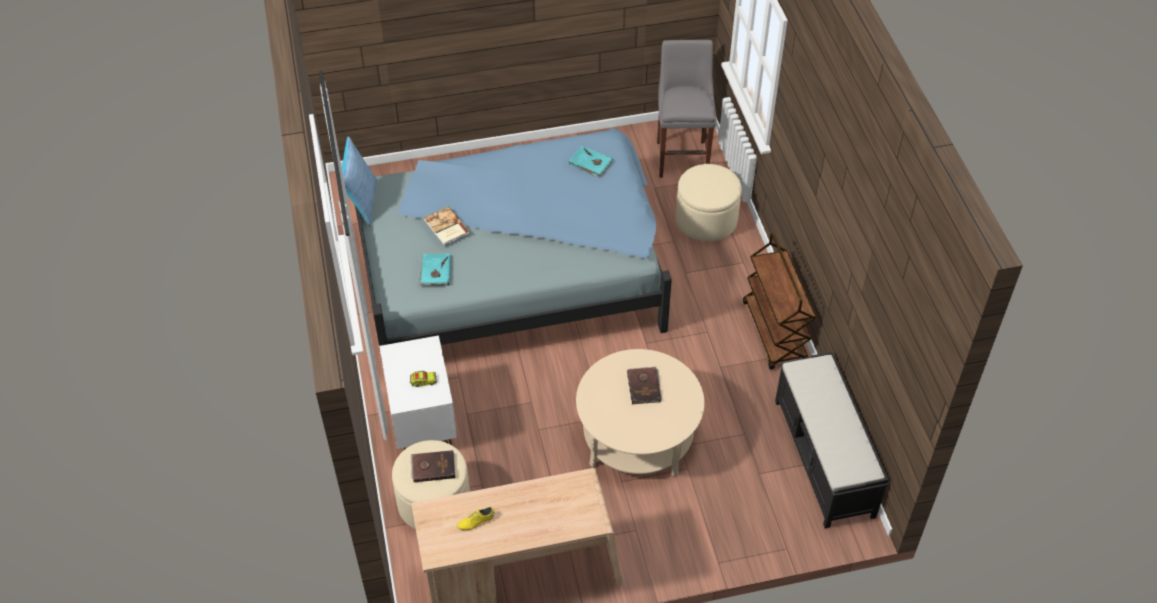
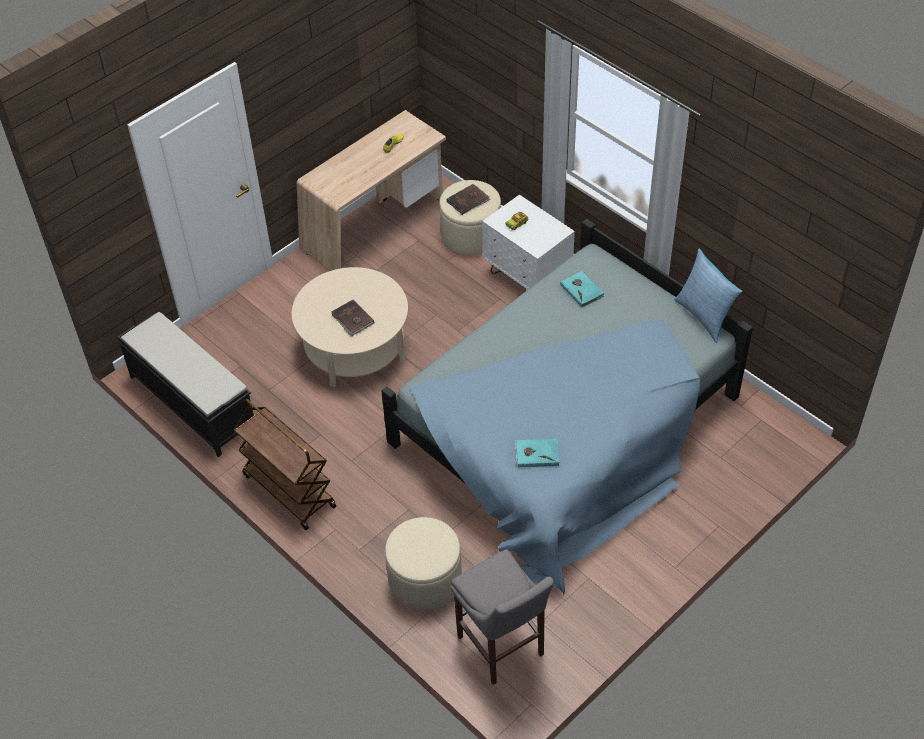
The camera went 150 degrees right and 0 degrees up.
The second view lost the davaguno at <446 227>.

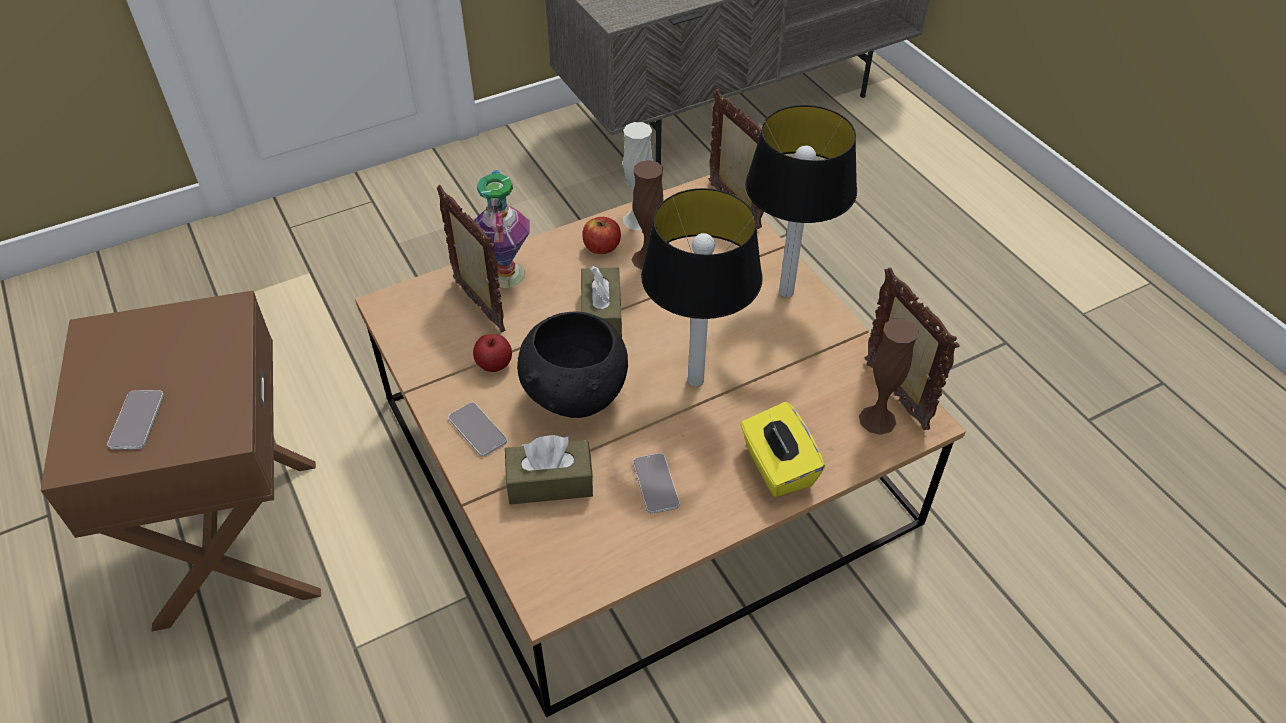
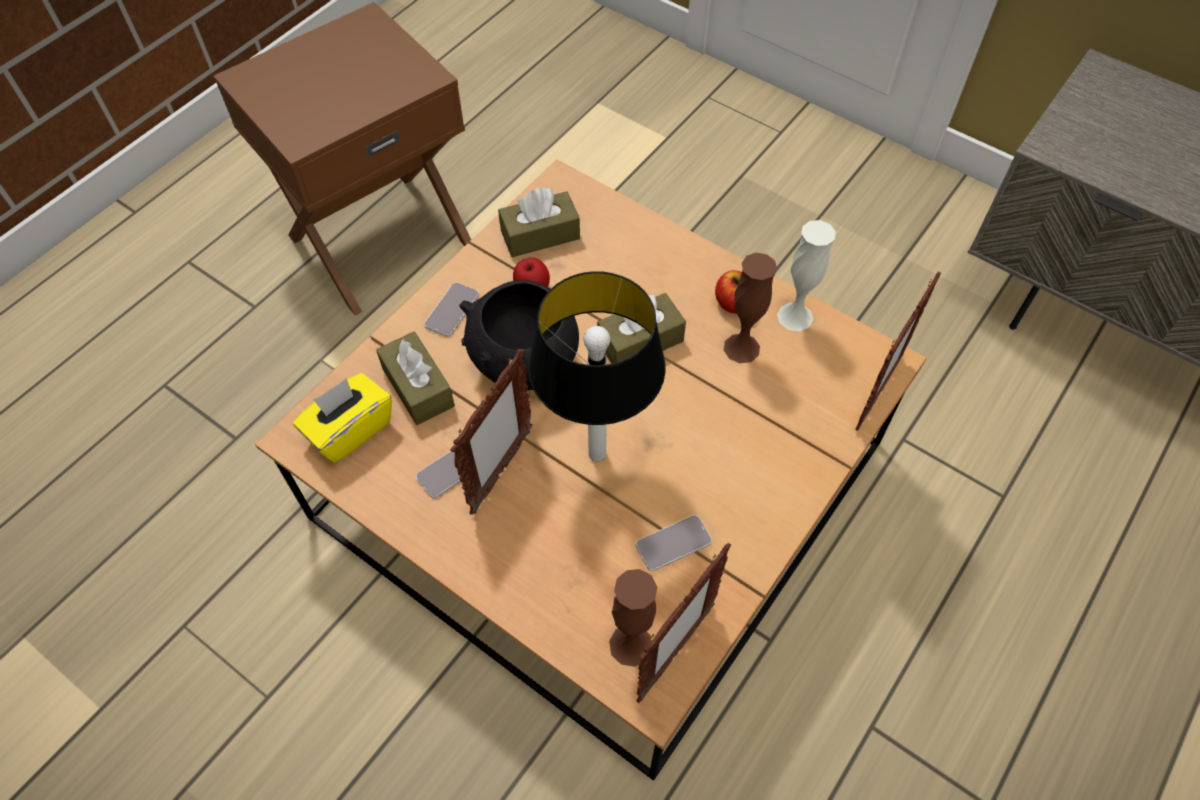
The camera went 65 degrees right and 10 degrees up.
The second view lost the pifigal at <787 292>.
The second view lost the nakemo at <505 274>.
The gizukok ended up elsewhere, having gone from <479 307> to <501 471>.
The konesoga ended up elsewhere, having gone from <137 420> to <673 543>.
The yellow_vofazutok ended up elsewhere, having gone from <777 467> to <350 430>.
The second view gained the brown_vofazutok at <540 235>.

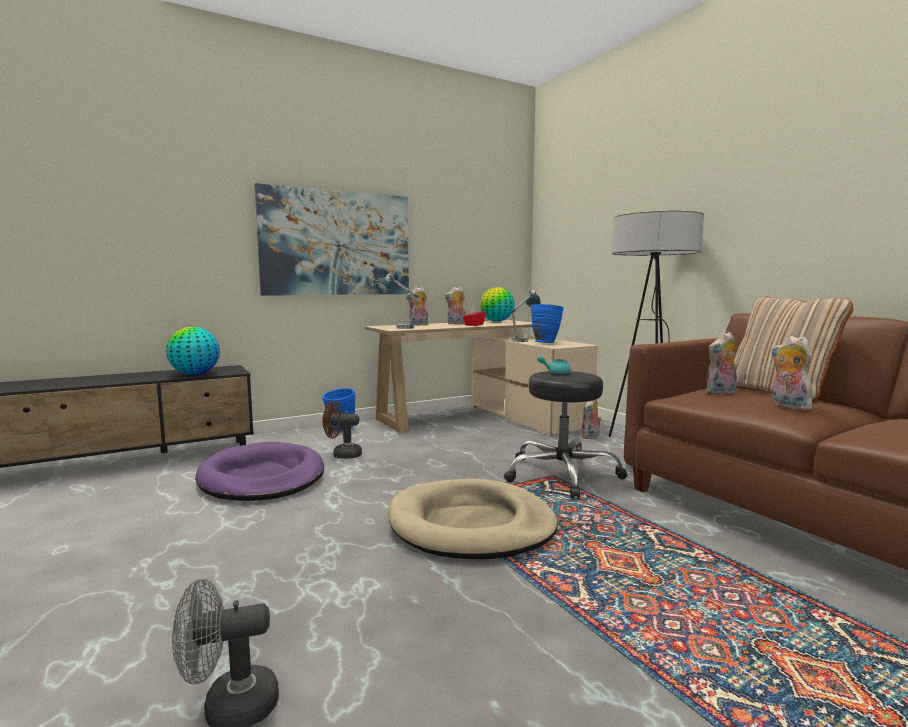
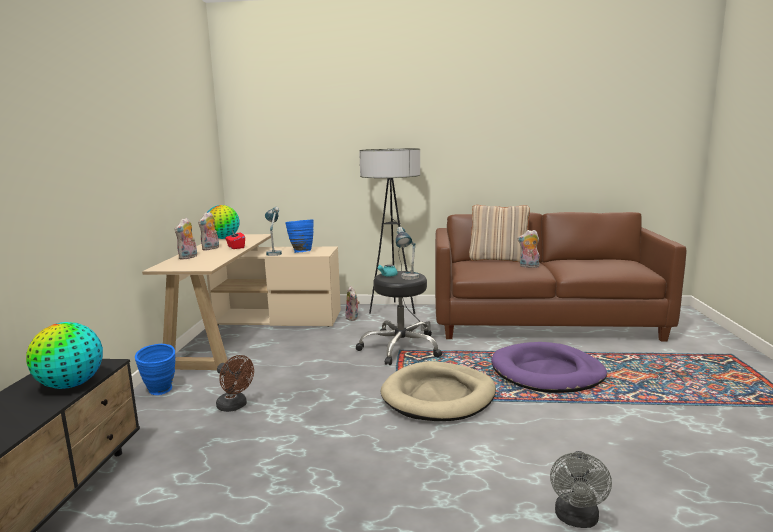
The camera went 55 degrees left and 5 degrees up.
The second view lost the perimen at <337 243>.
The pifigal ended up elsewhere, having gone from <397 328> to <408 279>.
The second view lost the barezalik at <721 393>.
The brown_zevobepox at <342 455> ended up facing another way, 90 degrees counterclockwise from before.
The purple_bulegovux ended up elsewhere, having gone from <262 478> to <547 372>.

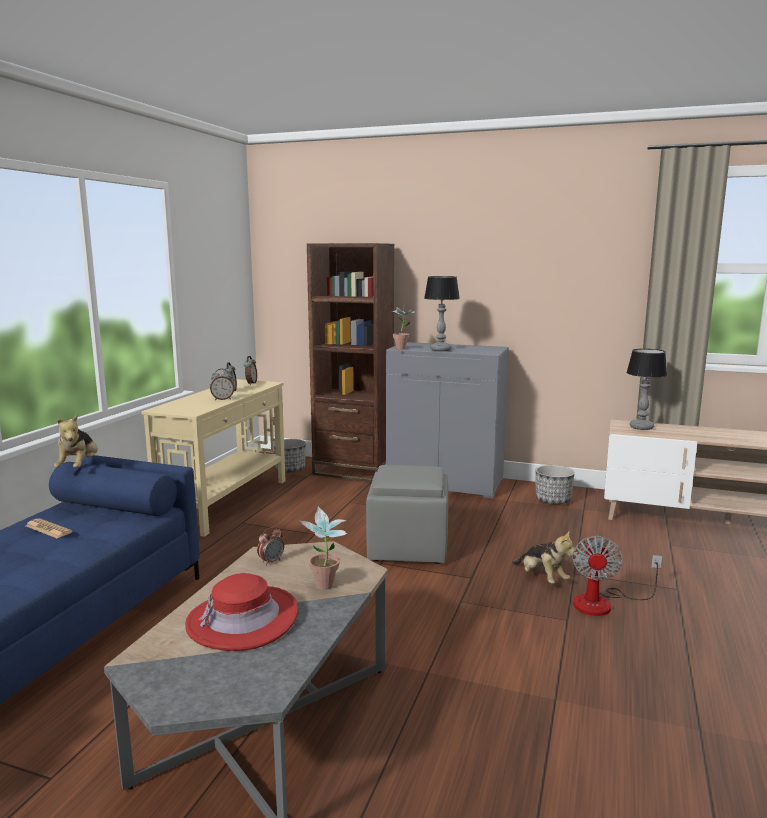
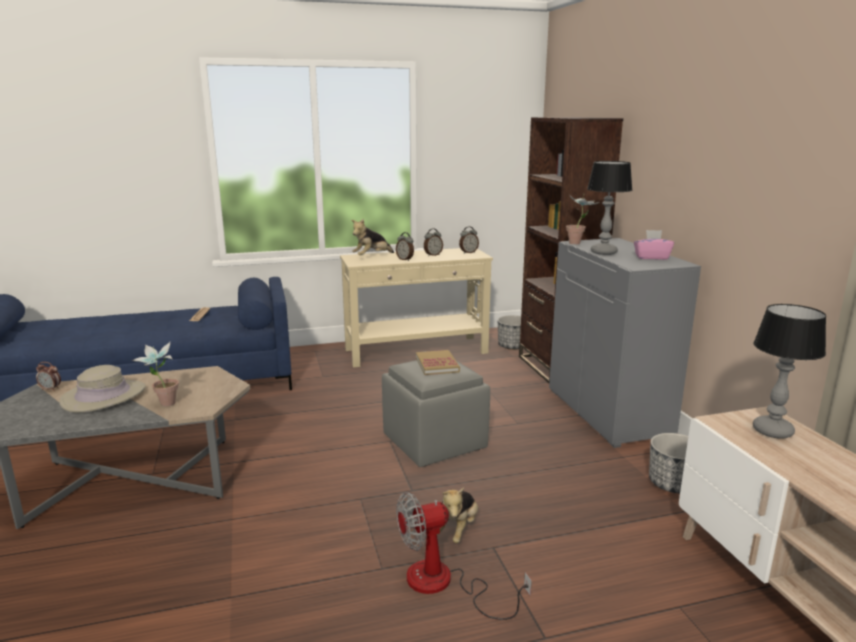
The camera went 55 degrees right and 5 degrees up.
The barezalik ended up elsewhere, having gone from <79 467> to <372 257>.
The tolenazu ended up elsewhere, having gone from <271 561> to <51 389>.
What was the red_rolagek at <243 619> turned into the beige_rolagek at <104 396>.
The second view gained the pink_vofazutok at <651 257>.
The second view gained the davaguno at <437 364>.

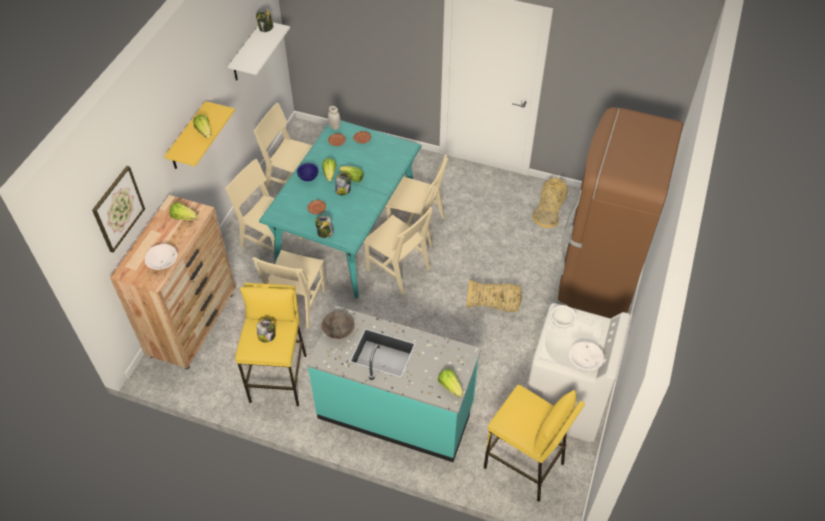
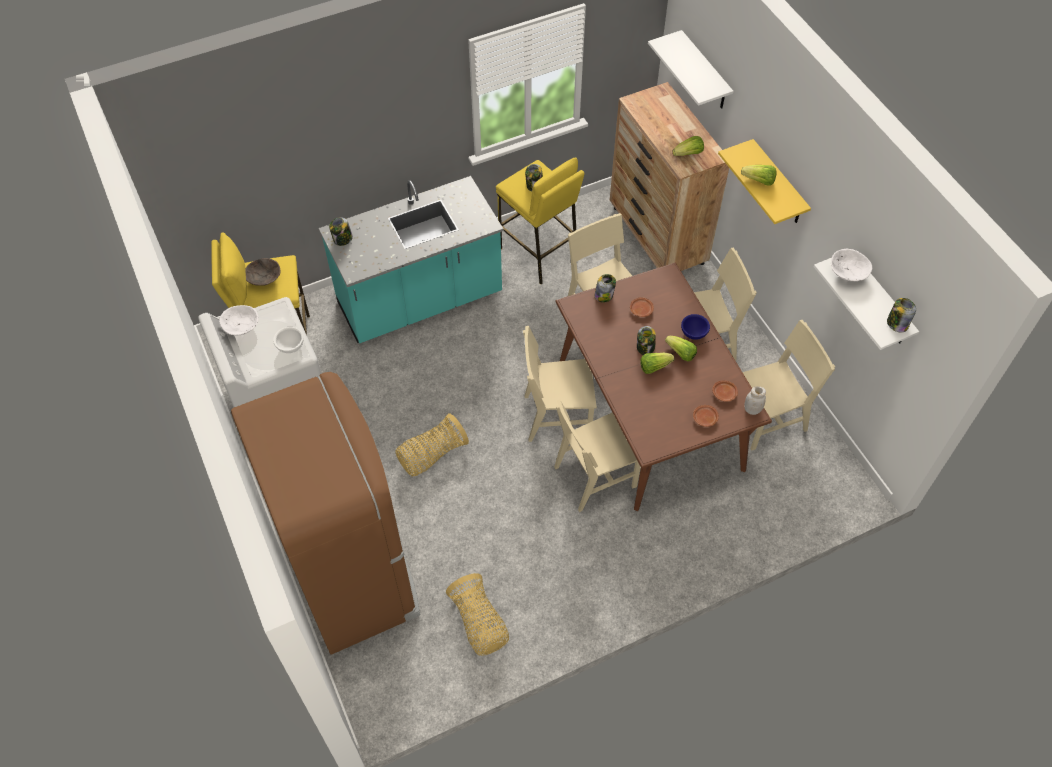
The camera went 135 degrees right and 5 degrees up.
What was the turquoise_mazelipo at <347 232> turned into the brown_mazelipo at <648 413>.
Where the perimen hung at <118 208>, the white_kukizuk came to hang at <705 72>.
The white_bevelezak ended up elsewhere, having gone from <163 263> to <847 274>.
The brown_bevelezak ended up elsewhere, having gone from <338 331> to <265 279>.
Where the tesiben stood at <450 386>, the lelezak came to stand at <342 239>.

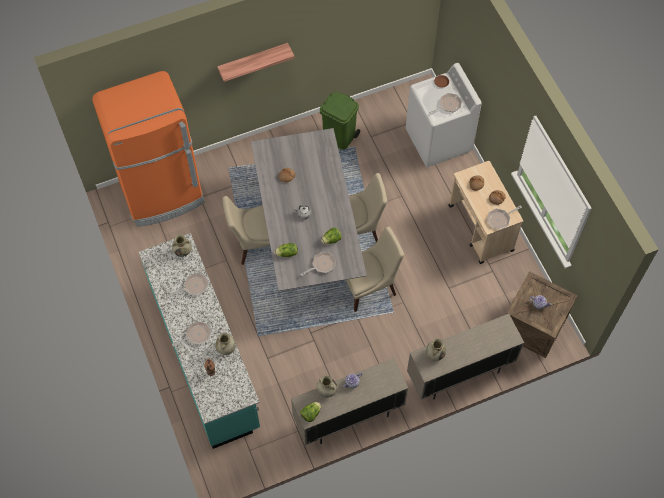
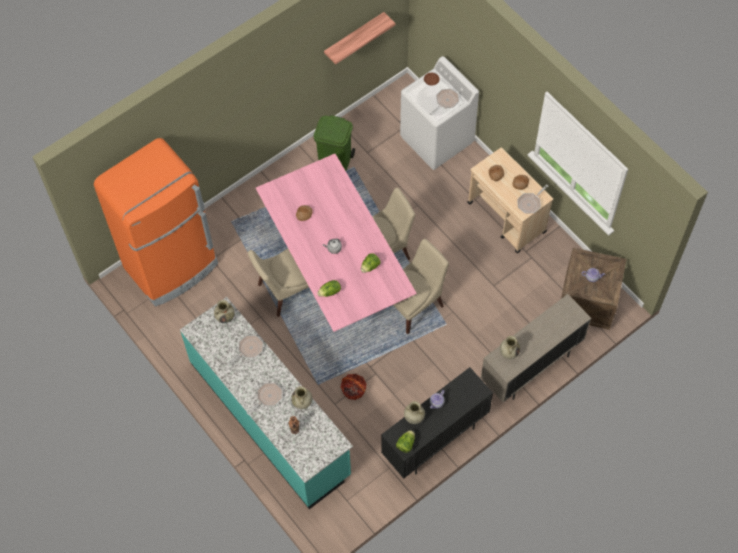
The camera went 15 degrees left and 0 degrees up.
The kukizuk ended up elsewhere, having gone from <253 60> to <354 37>.
What was the grey_mazelipo at <308 237> turned into the pink_mazelipo at <336 271>.
The second view lost the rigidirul at <322 265>.
What was the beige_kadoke at <348 417> turned into the black_kadoke at <435 440>.
The second view gained the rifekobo at <353 389>.

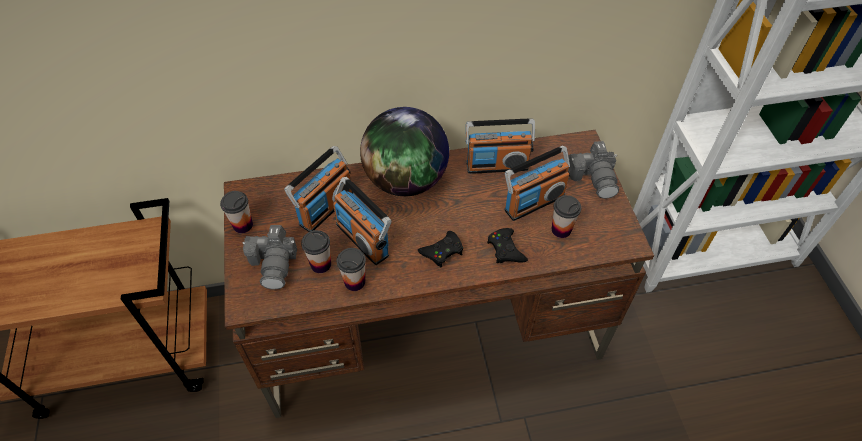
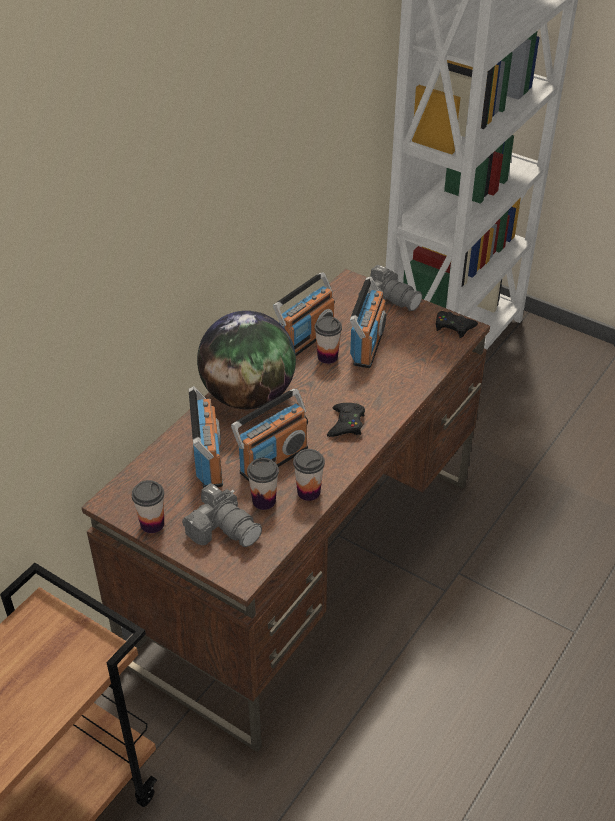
The camera went 45 degrees left and 10 degrees down.
The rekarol at <363 239> ended up facing another way, 45 degrees counterclockwise from before.
The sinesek ended up elsewhere, having gone from <561 230> to <327 357>.
The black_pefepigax ended up elsewhere, having gone from <505 249> to <453 327>.

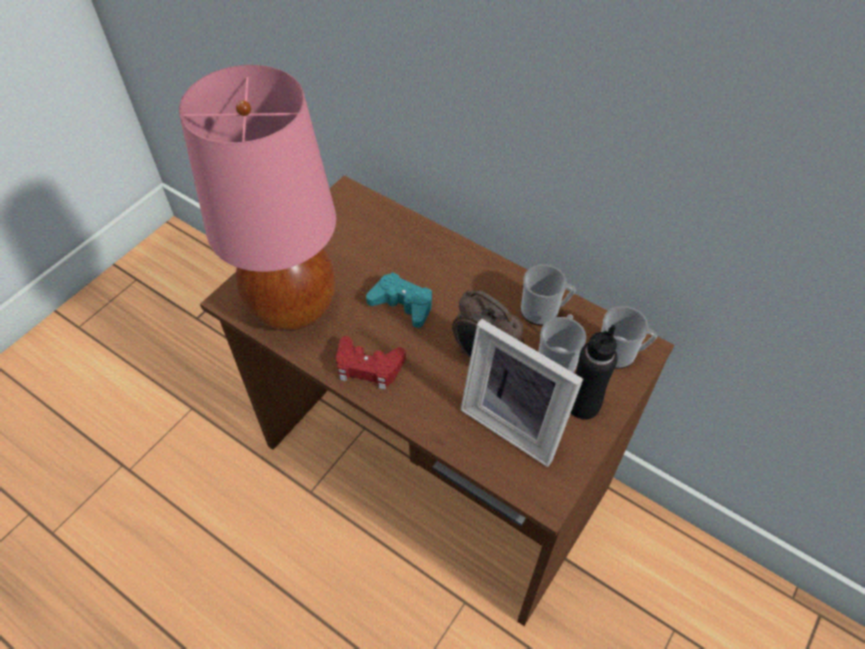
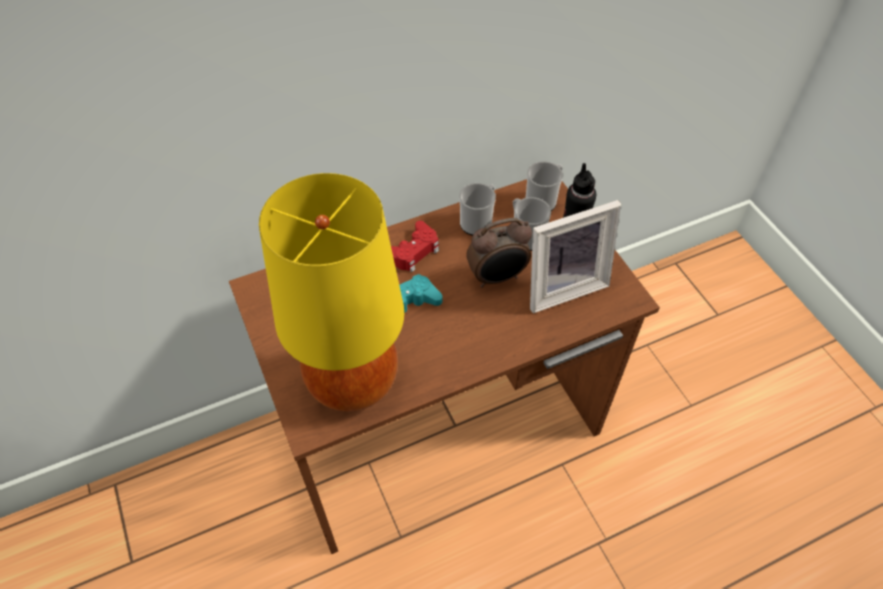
The camera went 60 degrees left and 0 degrees up.
What was the pink_pifigal at <293 305> turned into the yellow_pifigal at <352 381>.
The red_pefepigax ended up elsewhere, having gone from <368 367> to <413 251>.

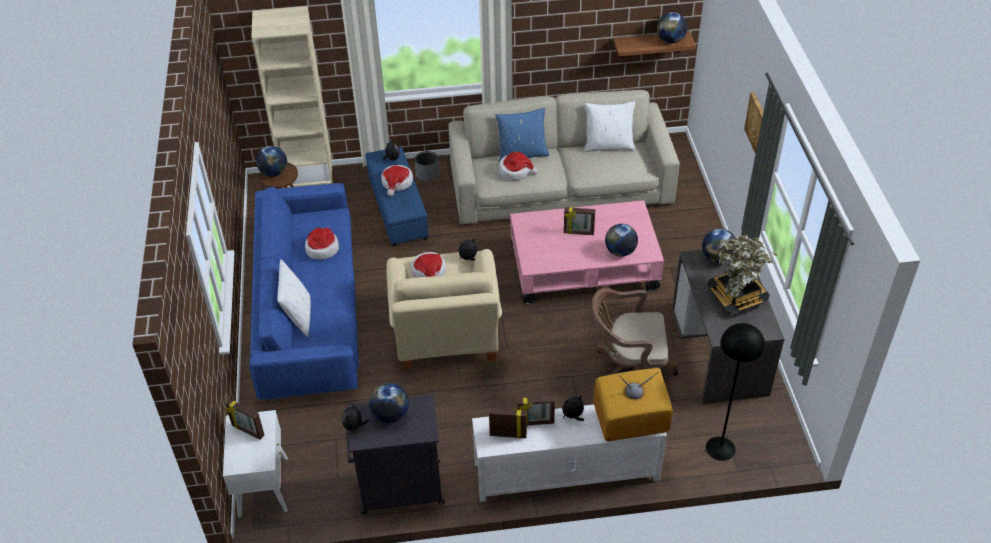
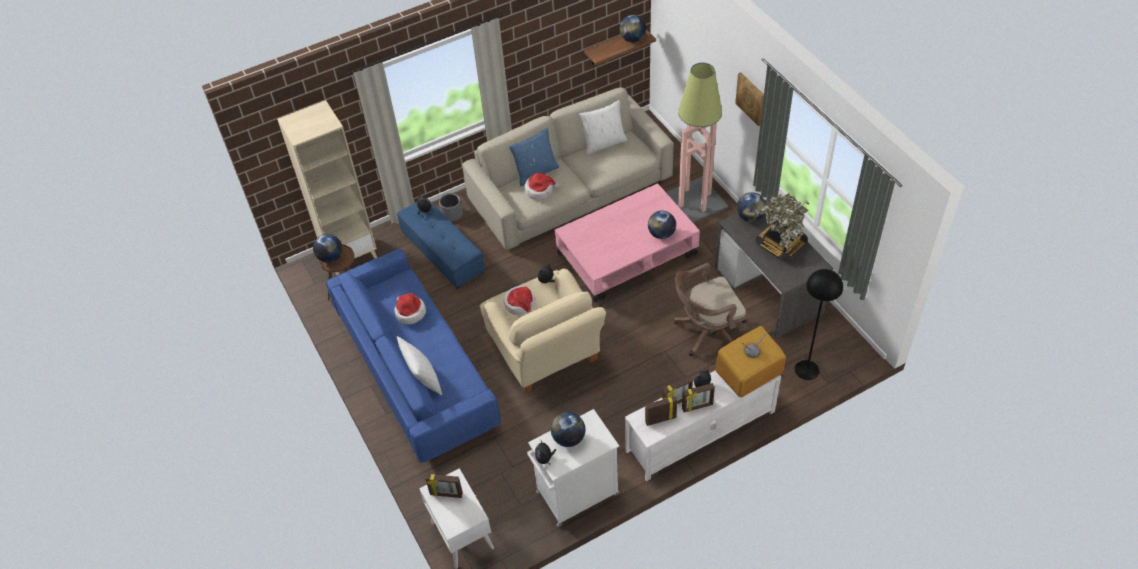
The camera went 20 degrees left and 5 degrees up.
The second view lost the rolagek at <397 183>.
The gizukok ended up elsewhere, having gone from <578 233> to <697 407>.
What was the black_kadoke at <399 488> turned into the white_kadoke at <576 494>.
The second view gained the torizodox at <695 201>.

